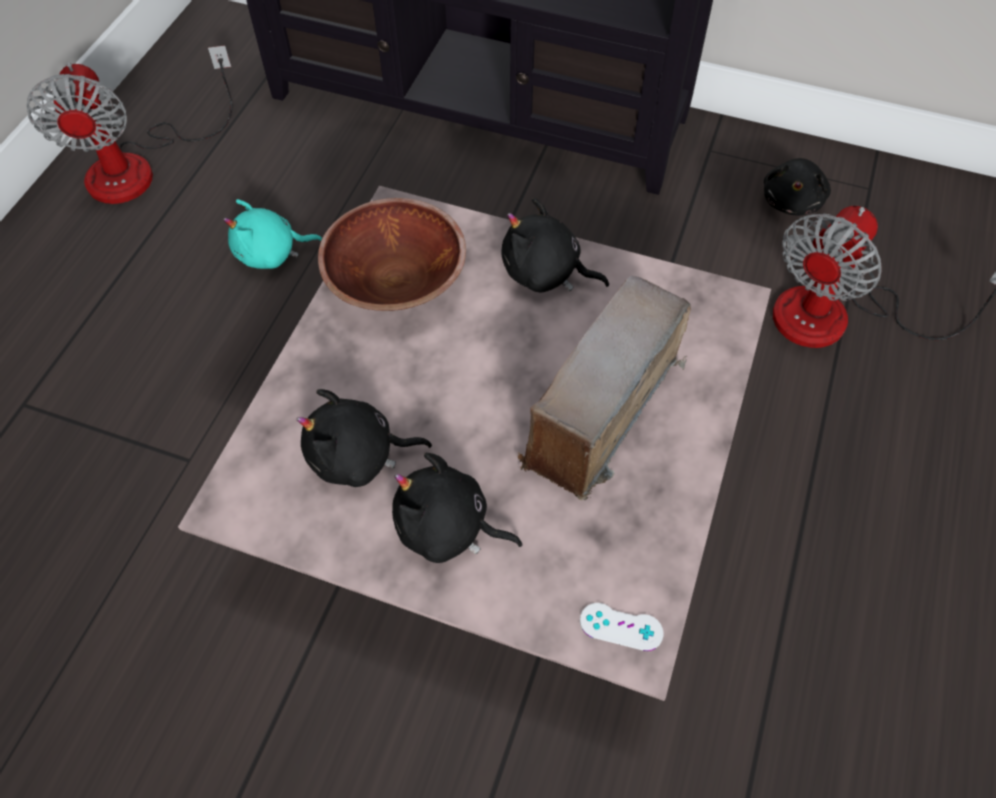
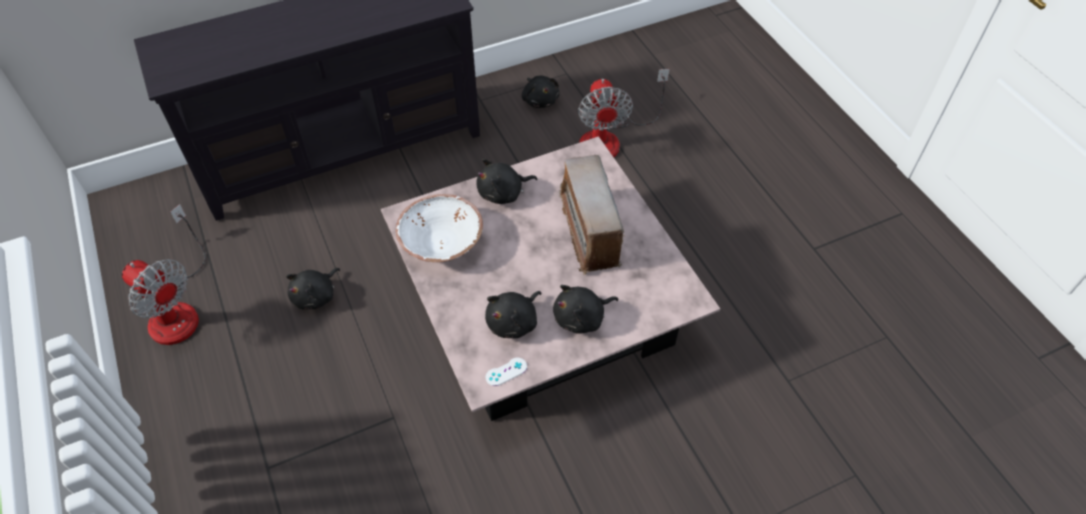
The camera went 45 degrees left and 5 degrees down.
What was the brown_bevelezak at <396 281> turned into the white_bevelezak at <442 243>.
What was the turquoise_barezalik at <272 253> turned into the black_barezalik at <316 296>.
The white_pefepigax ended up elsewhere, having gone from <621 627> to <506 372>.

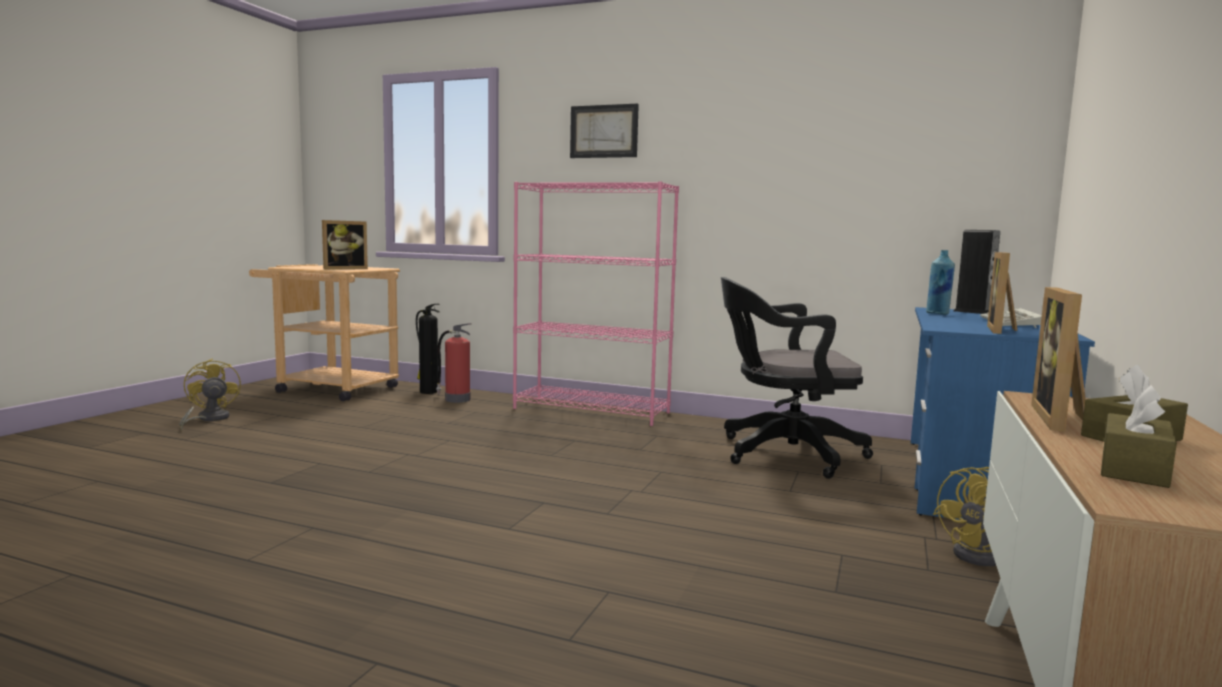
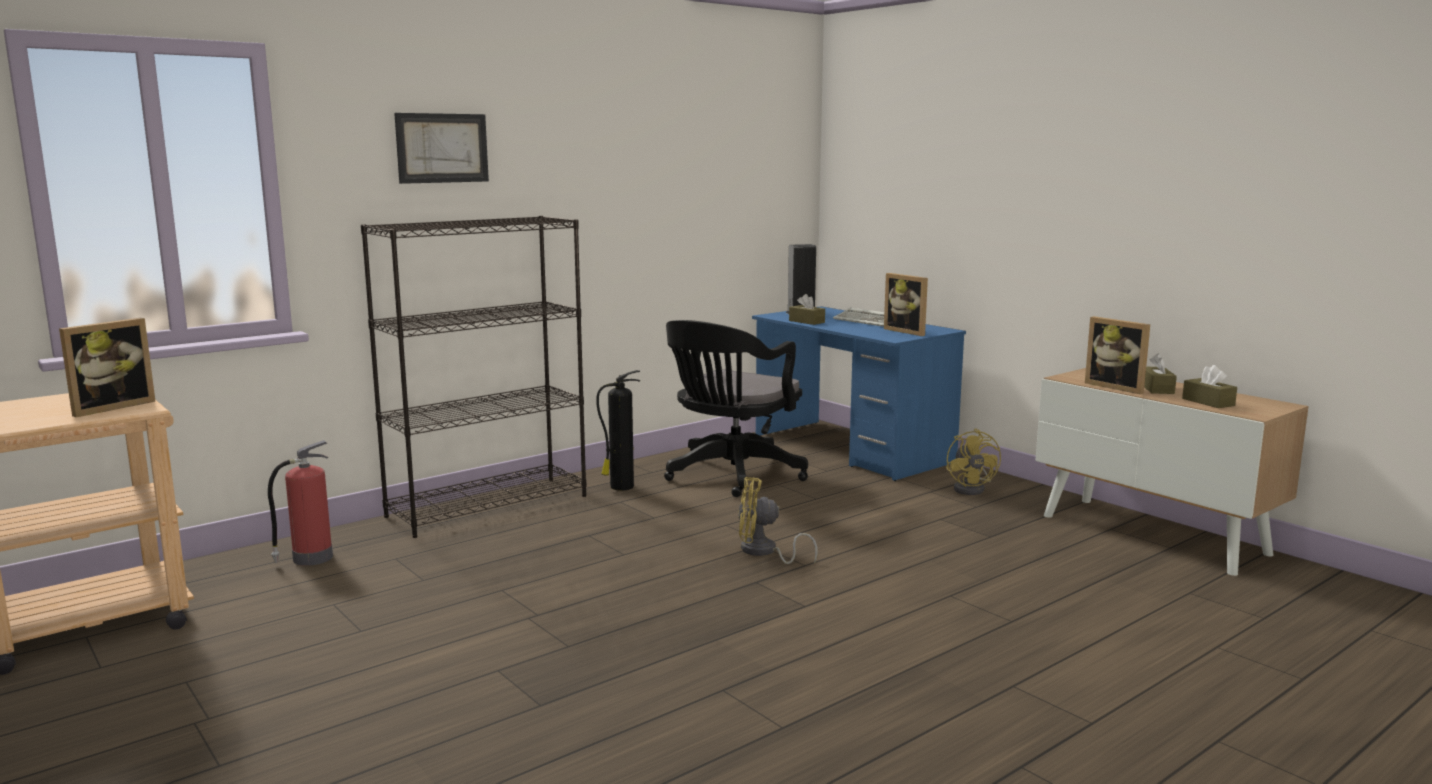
The camera went 60 degrees left and 5 degrees up.
What was the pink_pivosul at <592 410> turned into the black_pivosul at <489 505>.
The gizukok at <344 269> ended up facing another way, 45 degrees clockwise from before.
Where the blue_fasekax stood at <937 314>, the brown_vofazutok came to stand at <806 321>.
The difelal ended up elsewhere, having gone from <428 391> to <620 487>.
The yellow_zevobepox ended up elsewhere, having gone from <208 419> to <764 552>.

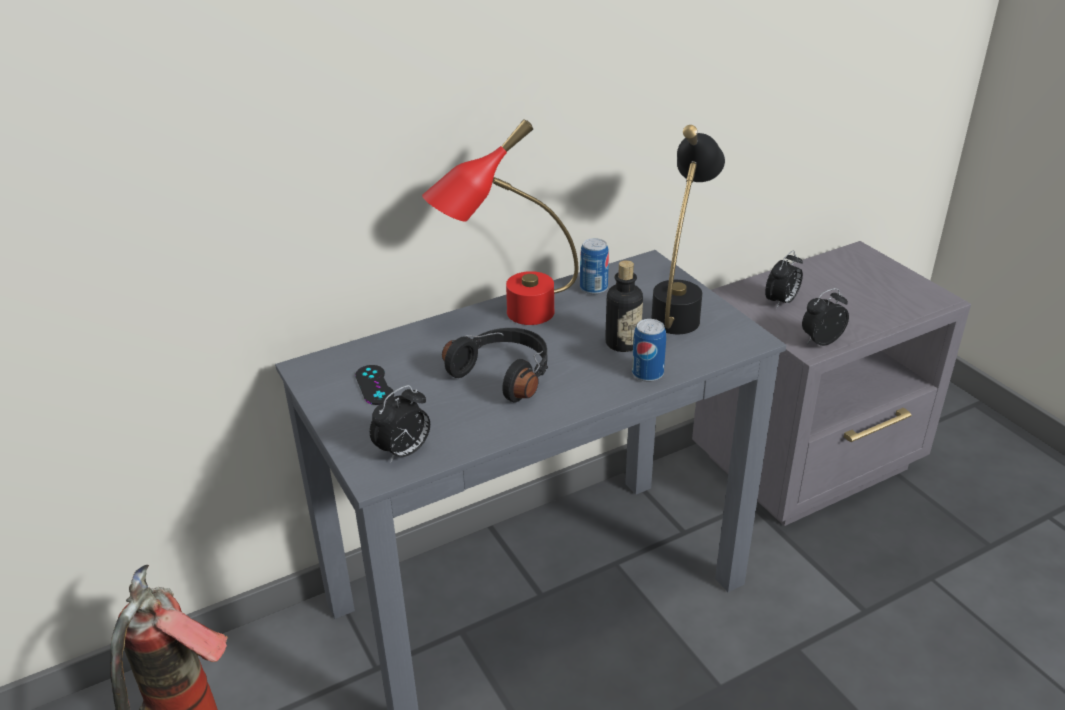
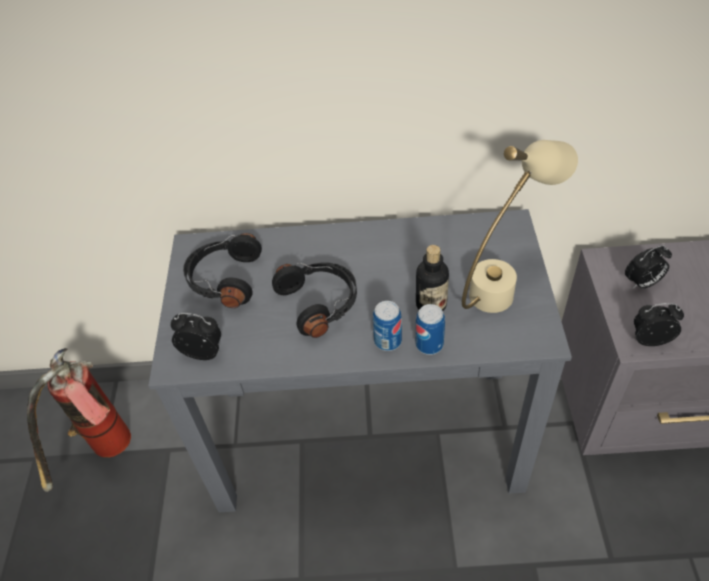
The camera went 30 degrees right and 15 degrees up.
The second view lost the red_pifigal at <508 317>.
What was the black_pifigal at <680 308> turned into the beige_pifigal at <504 283>.
The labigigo ended up elsewhere, having gone from <593 288> to <388 341>.
Where the black_pefepigax stood at <374 385>, the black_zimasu came to stand at <224 279>.
The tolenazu at <404 452> ended up facing another way, 150 degrees counterclockwise from before.

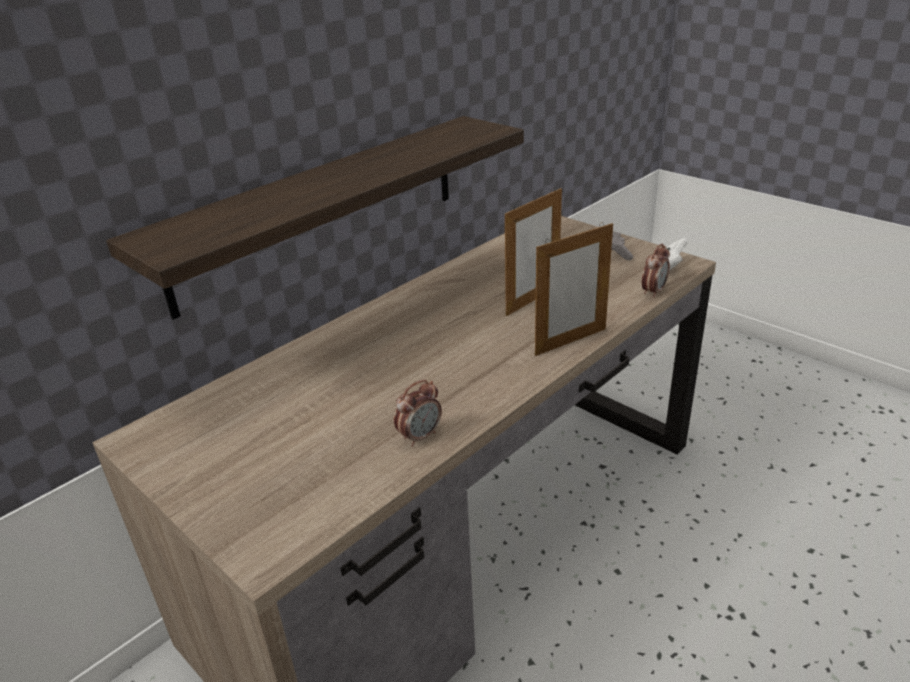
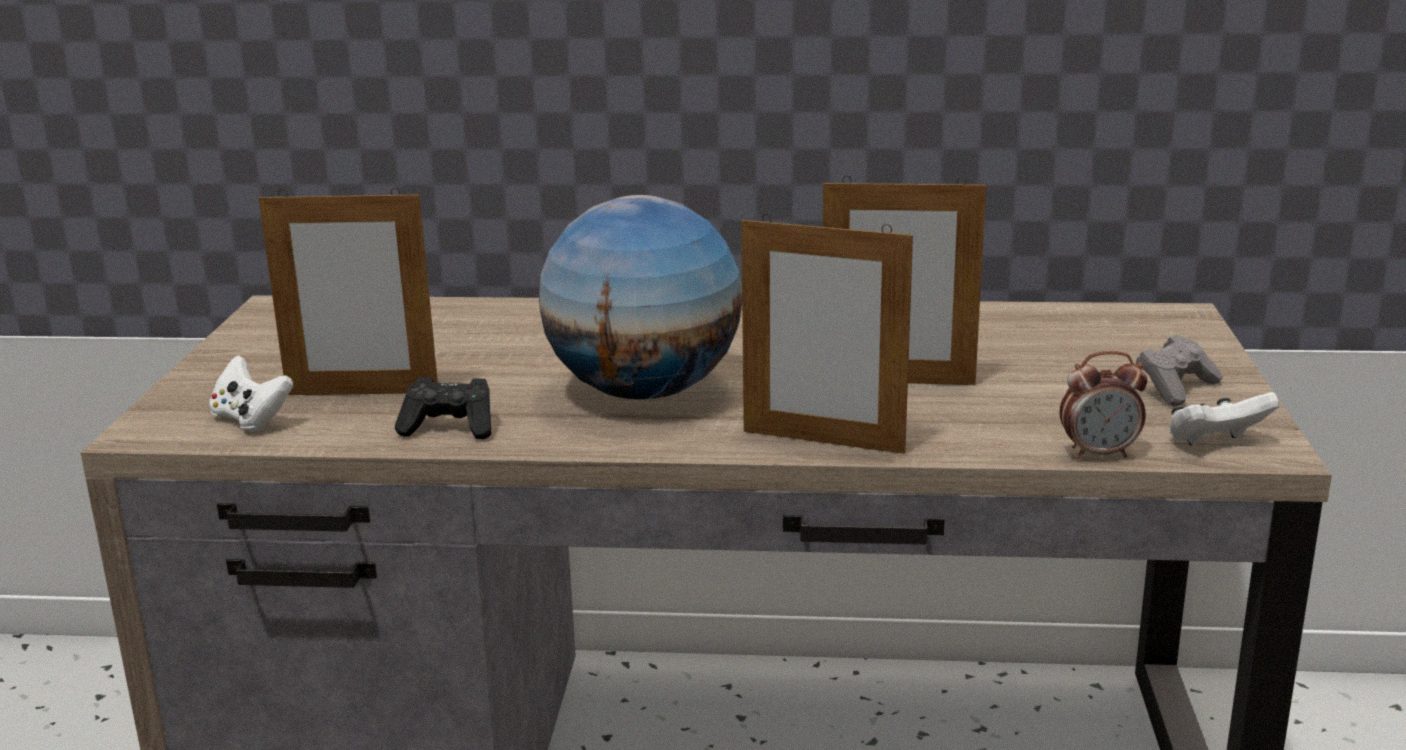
The camera went 50 degrees right and 10 degrees down.
The second view lost the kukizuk at <321 210>.
Where the tolenazu stood at <420 436>, the black_pefepigax came to stand at <450 428>.
The second view gained the gizukok at <362 393>.
The second view gained the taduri at <643 392>.
The second view gained the white_pefepigax at <251 420>.

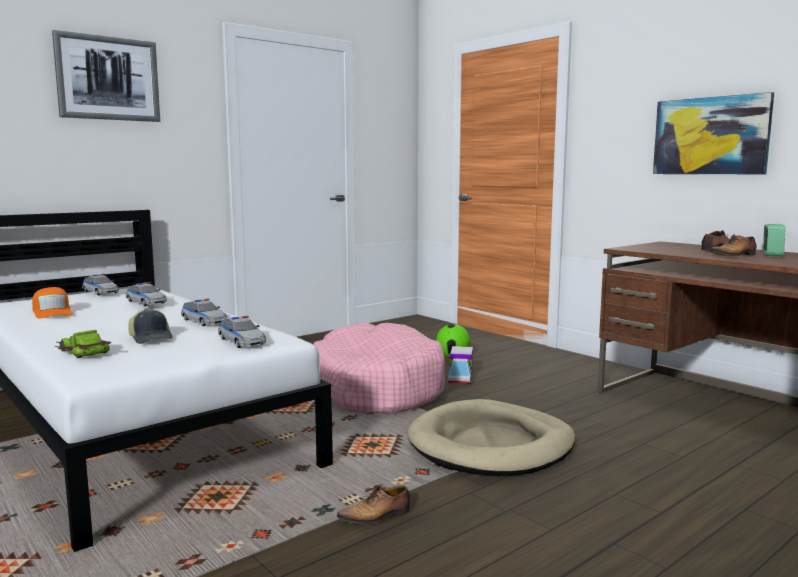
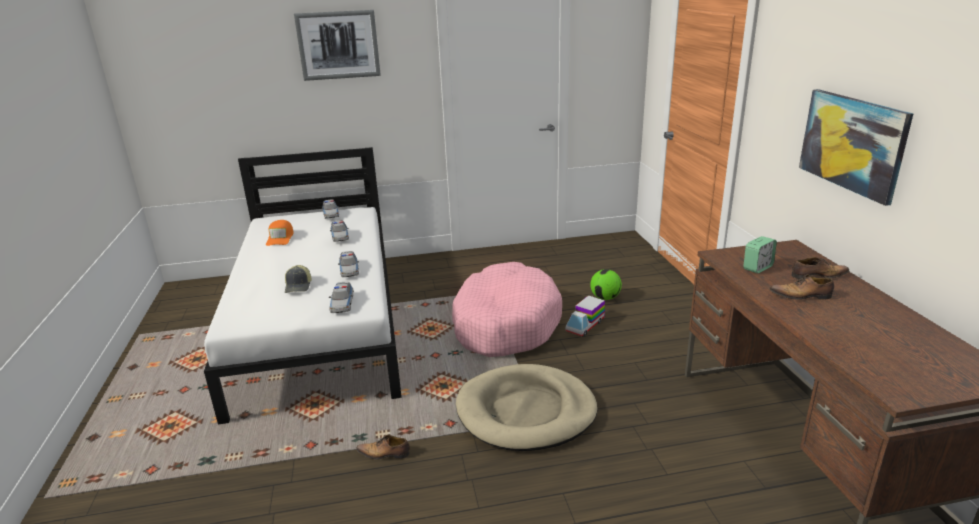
The camera went 30 degrees right and 15 degrees up.
The tolenazu ended up elsewhere, having gone from <772 255> to <757 268>.
The second view lost the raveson at <82 351>.

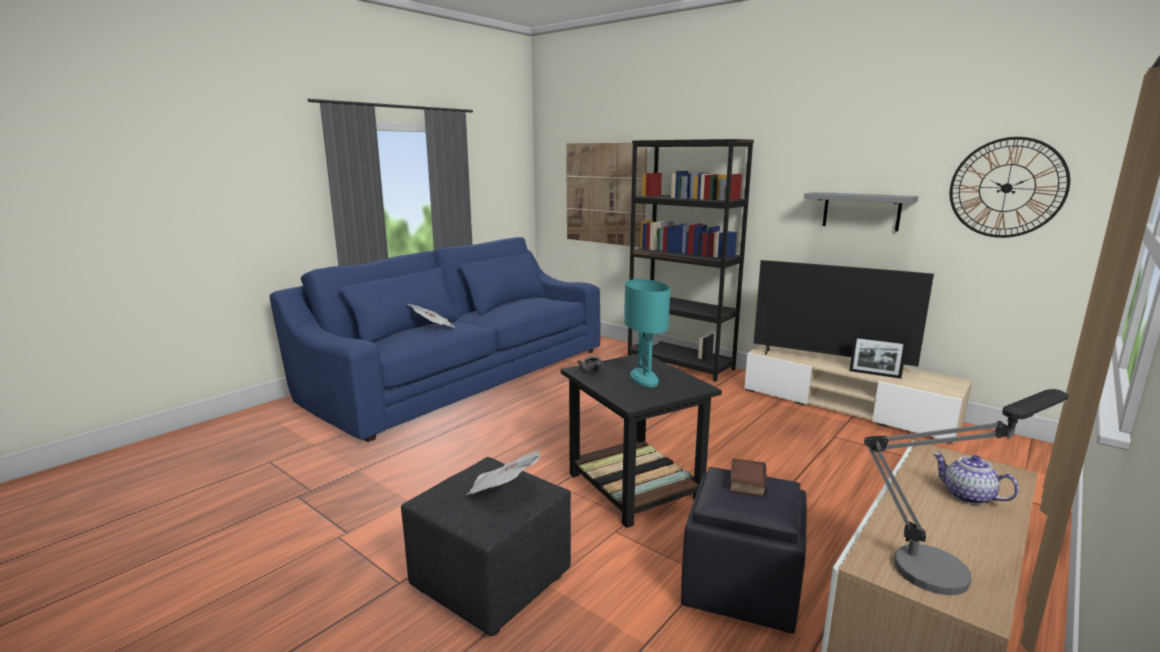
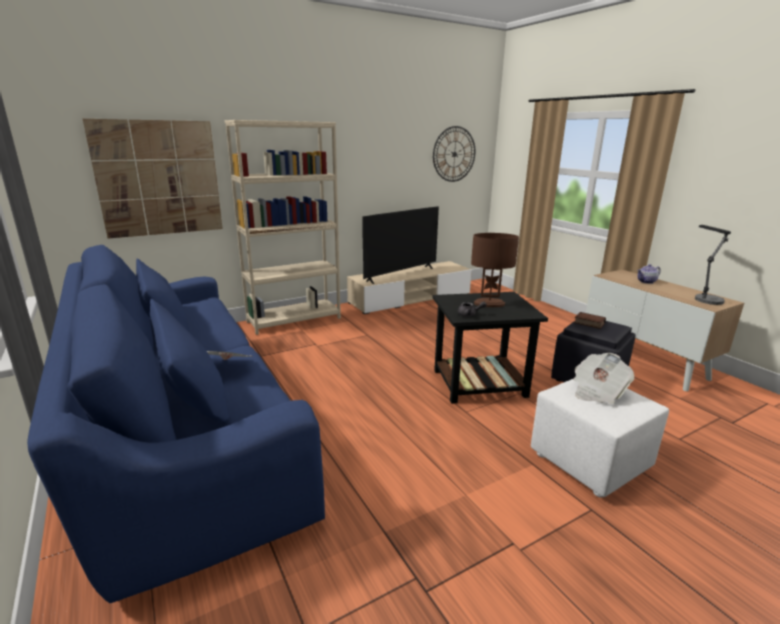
The camera went 70 degrees left and 5 degrees up.
What was the black_pivosul at <680 364> turned into the beige_pivosul at <294 320>.
The second view lost the grey_kukizuk at <861 211>.
What was the turquoise_pifigal at <644 379> turned into the brown_pifigal at <489 304>.
The second view lost the gizukok at <874 374>.
What was the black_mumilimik at <489 583> turned into the white_mumilimik at <589 462>.

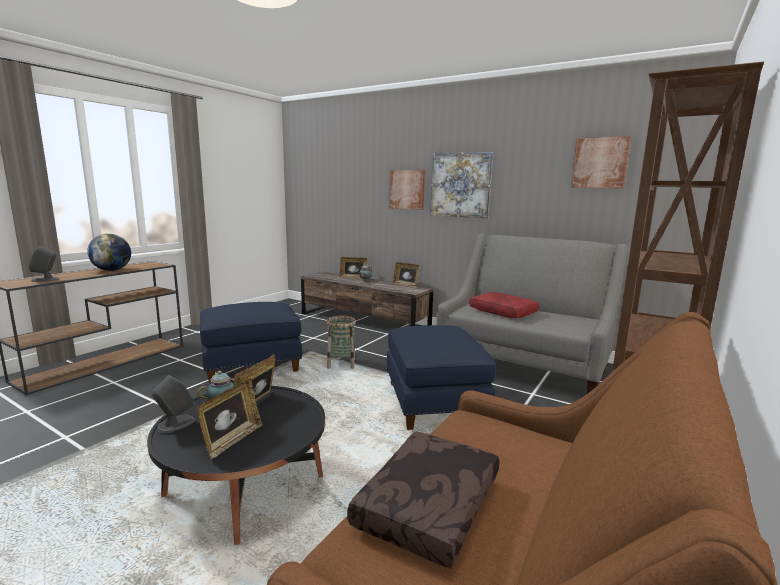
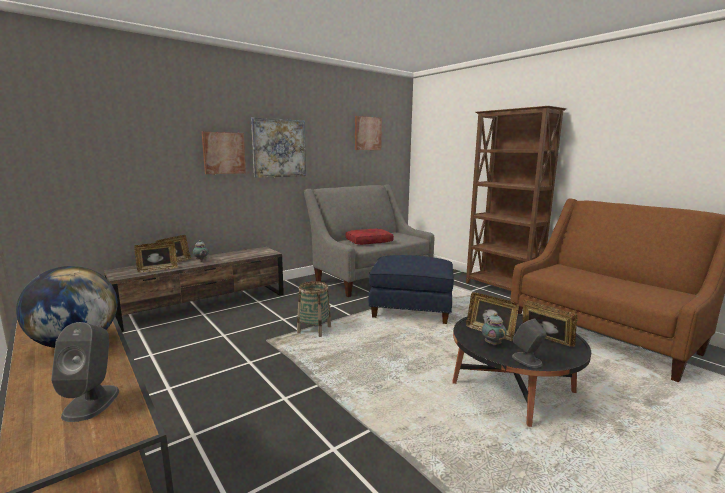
The camera went 70 degrees left and 0 degrees up.
The gizukok ended up elsewhere, having gone from <406 285> to <157 269>.
The second view lost the blue_mumilimik at <252 365>.
The second view lost the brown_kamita at <430 507>.

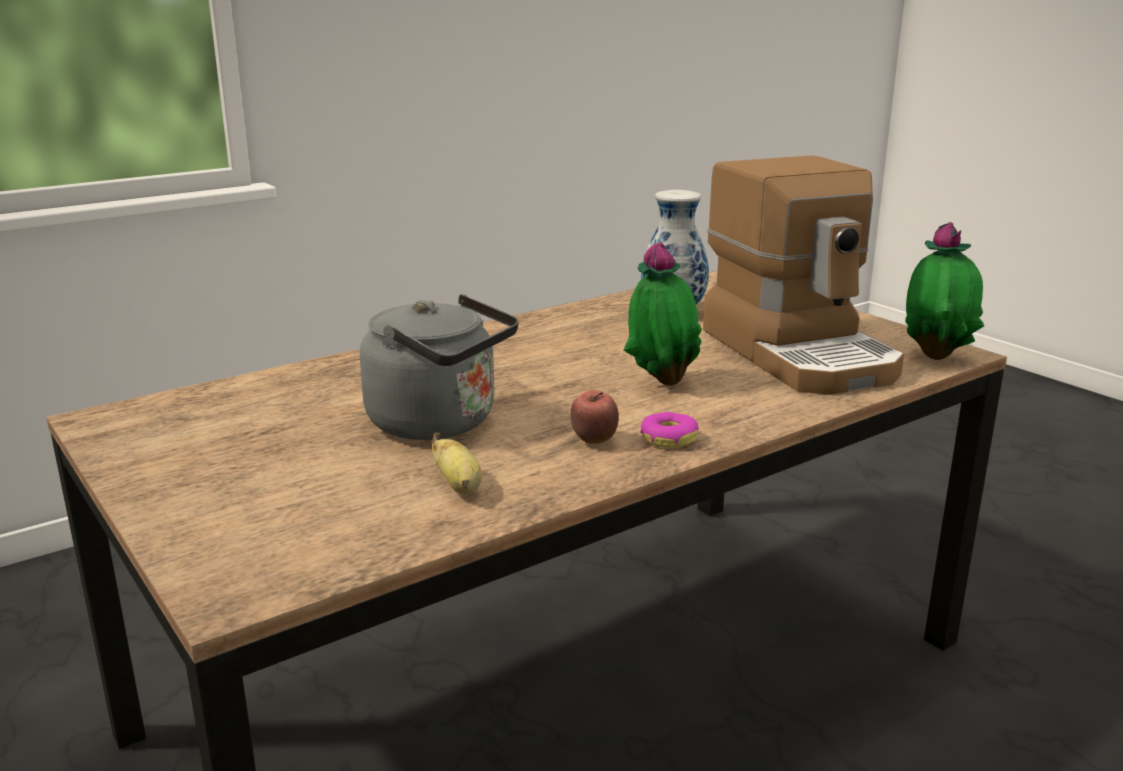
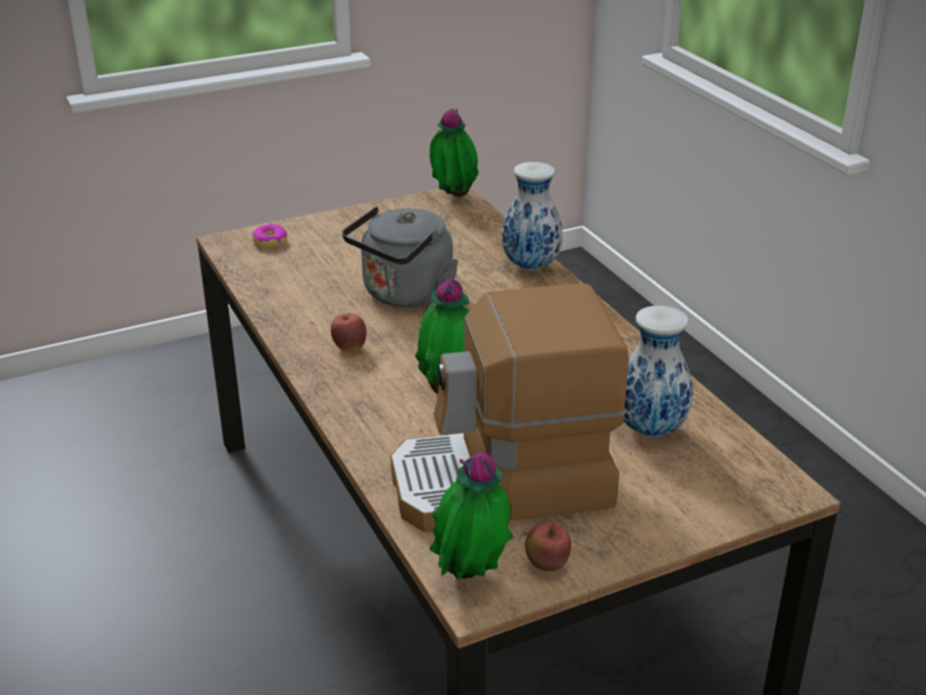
The camera went 100 degrees right and 10 degrees up.
The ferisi ended up elsewhere, having gone from <668 438> to <270 241>.
The second view lost the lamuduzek at <459 486>.
The second view gained the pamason at <453 197>.
The second view gained the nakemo at <532 265>.
The second view gained the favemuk at <547 565>.

